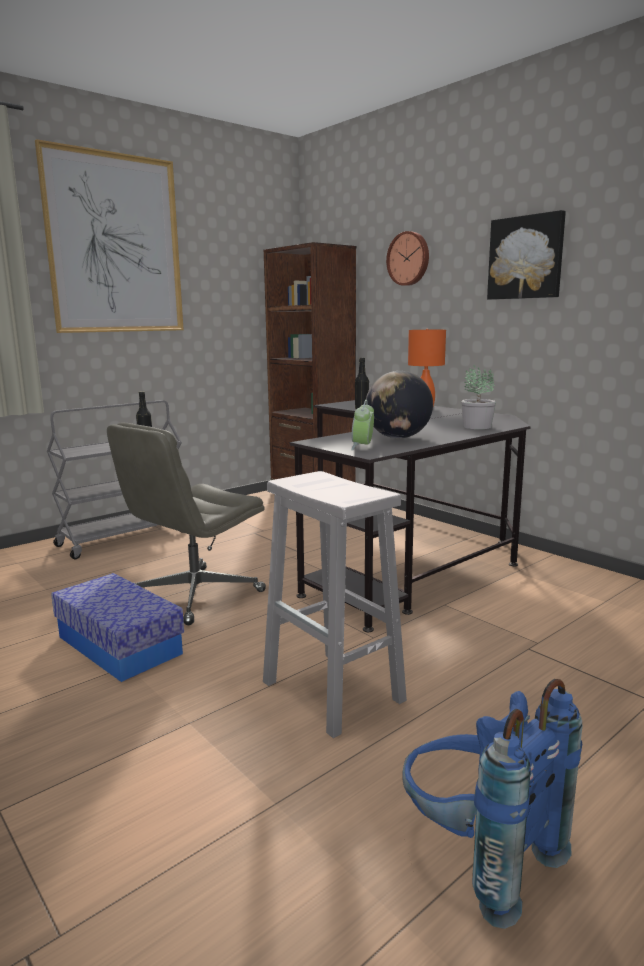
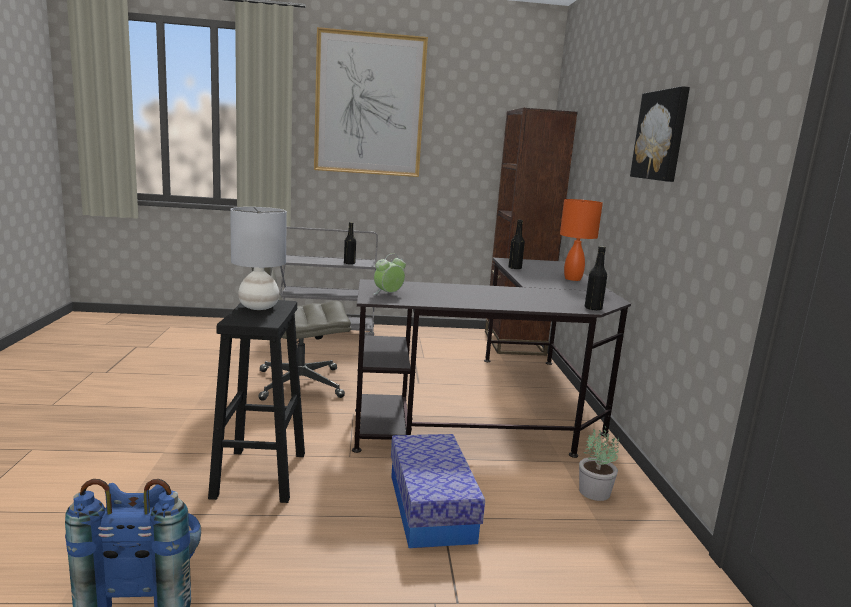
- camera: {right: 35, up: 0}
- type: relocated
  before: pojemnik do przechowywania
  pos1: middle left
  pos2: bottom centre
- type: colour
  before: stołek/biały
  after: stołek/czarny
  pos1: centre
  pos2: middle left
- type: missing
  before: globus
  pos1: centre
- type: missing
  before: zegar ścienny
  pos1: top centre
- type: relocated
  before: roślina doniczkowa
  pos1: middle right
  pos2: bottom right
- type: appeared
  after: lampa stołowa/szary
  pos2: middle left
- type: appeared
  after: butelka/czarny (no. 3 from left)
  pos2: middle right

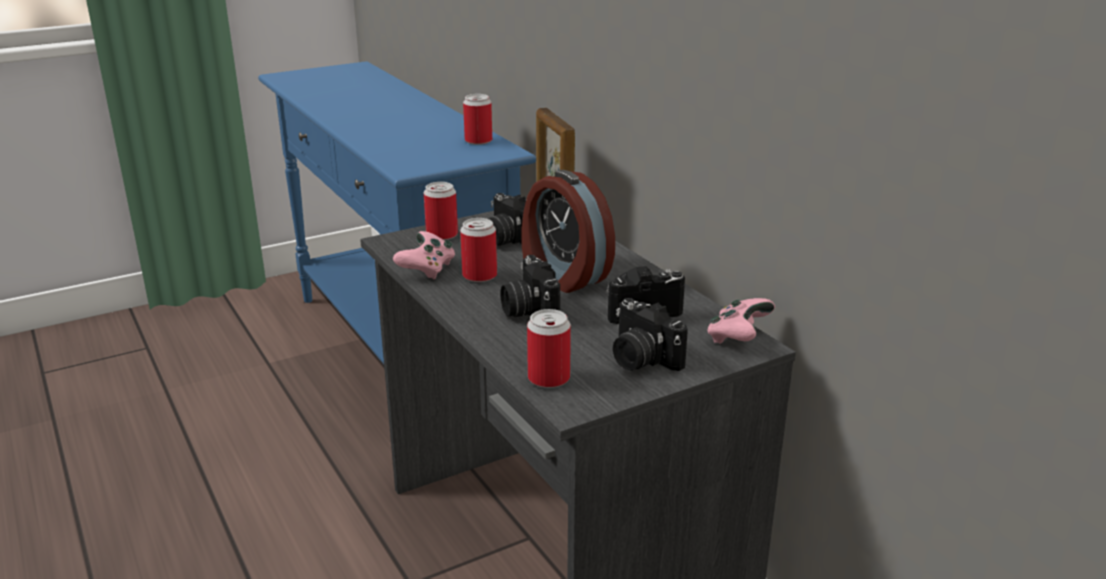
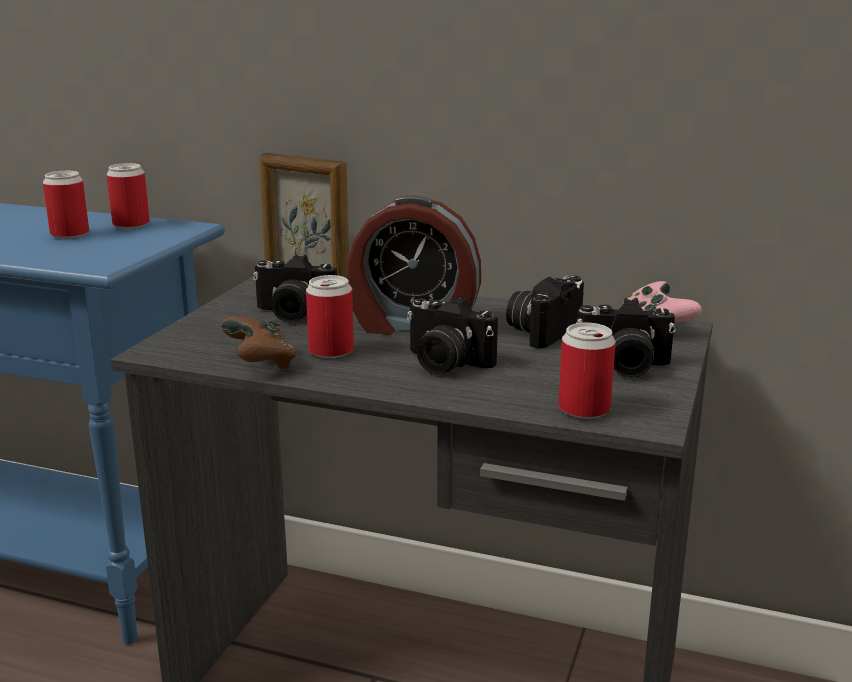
- camera: {right: -40, up: -5}
- type: colour
  before: pad do gier/różowy (no. 1 from left)
  after: pad do gier/brązowy
  pos1: centre
  pos2: middle left
- type: relocated
  before: puszka (no. 1 from left)
  pos1: centre
  pos2: top left

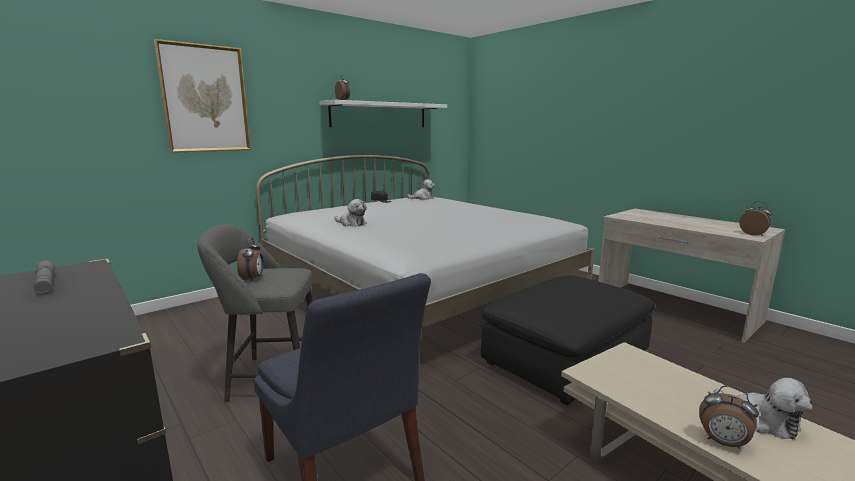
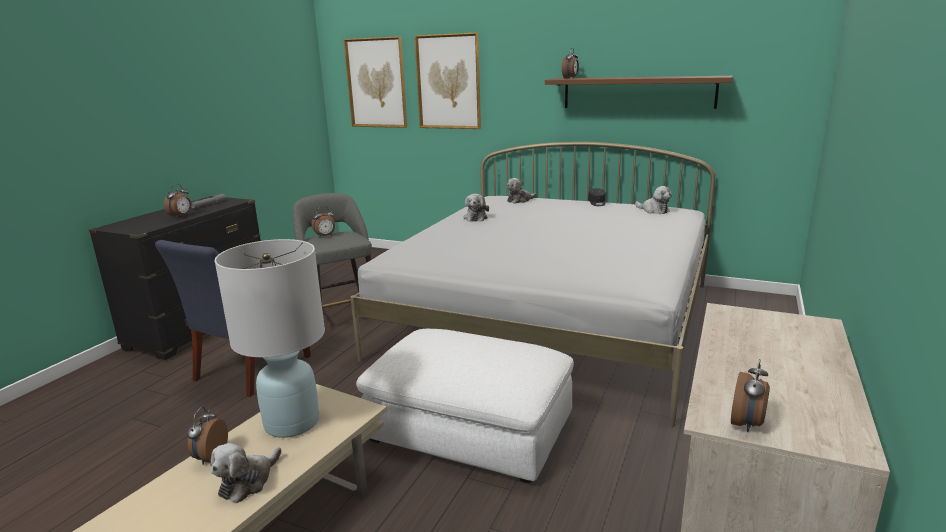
- camera: {right: 65, up: 5}
- type: colour
  before: półka/biały
  after: półka/brązowy
  pos1: top centre
  pos2: top right
- type: colour
  before: pufa/czarny
  after: pufa/biały
  pos1: bottom centre
  pos2: bottom centre
- type: appeared
  after: budzik (no. 1 from left)
  pos2: middle left
- type: appeared
  after: lampa stołowa/biały
  pos2: middle left
- type: appeared
  after: obraz (no. 1 from left)
  pos2: top centre
- type: appeared
  after: pluszak (no. 3 from left)
  pos2: centre

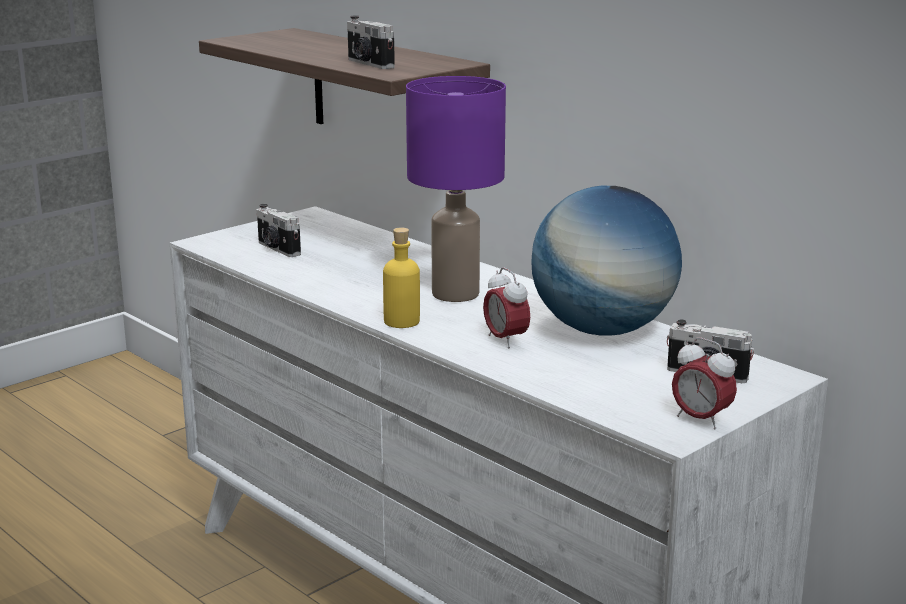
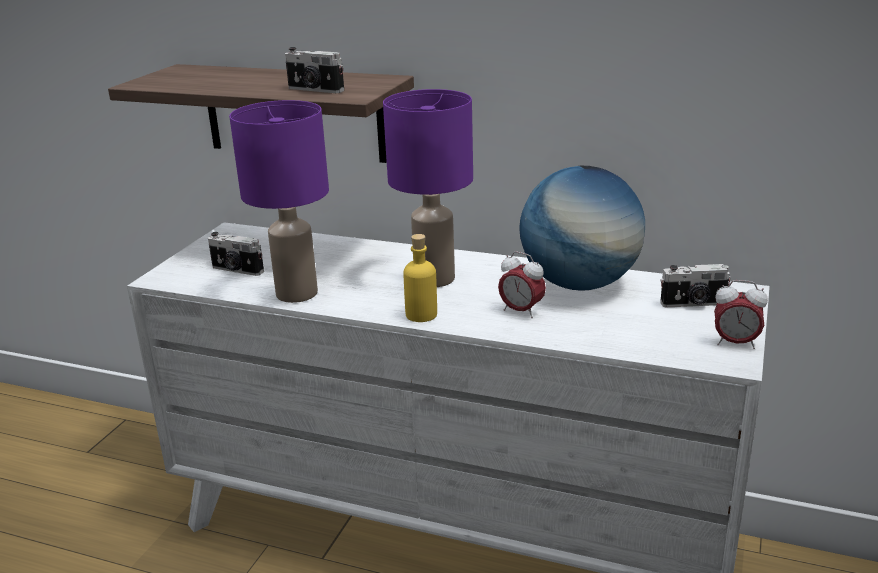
- camera: {right: -25, up: 5}
- type: appeared
  after: lampa stołowa/fioletowy (no. 1 from left)
  pos2: middle left

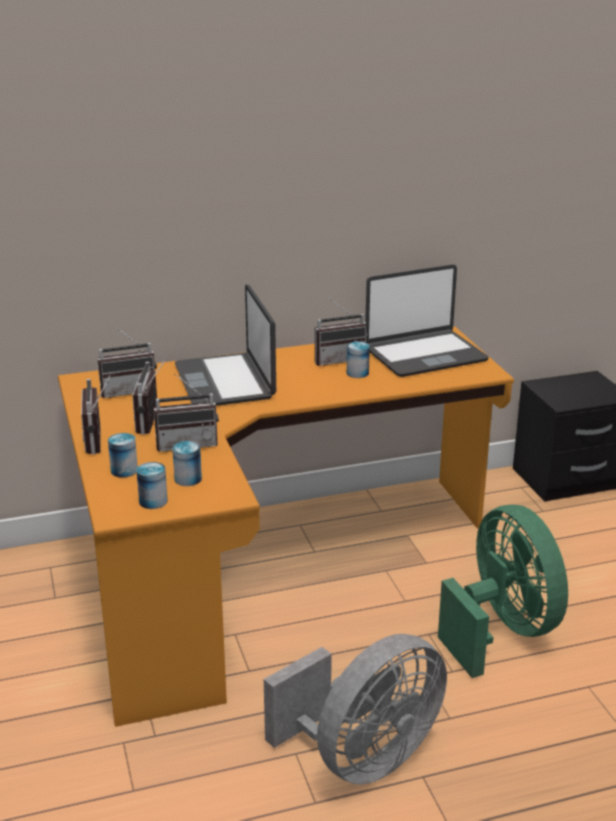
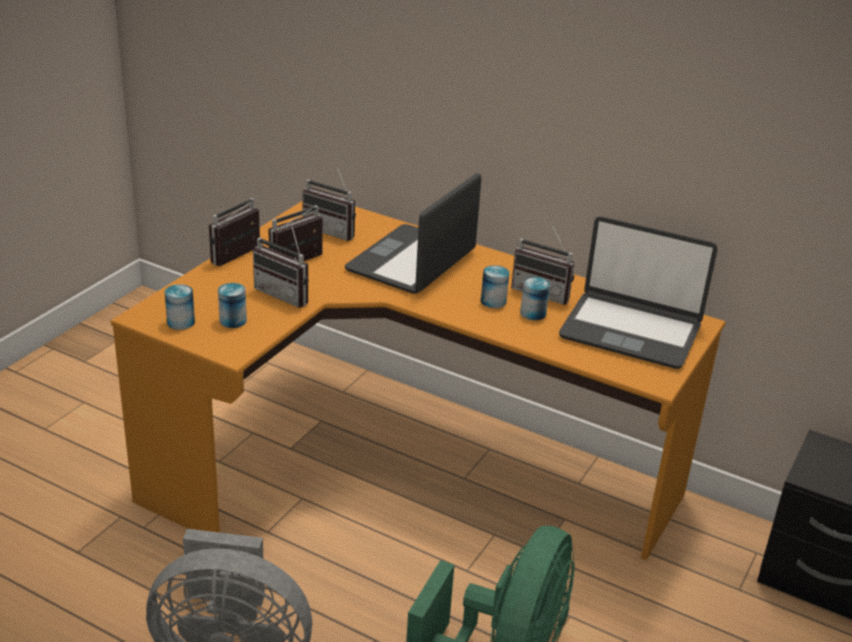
- camera: {right: 45, up: 5}
- type: relocated
  before: puszka (no. 1 from left in the first image)
  after: puszka (no. 3 from left)
  pos1: middle left
  pos2: centre

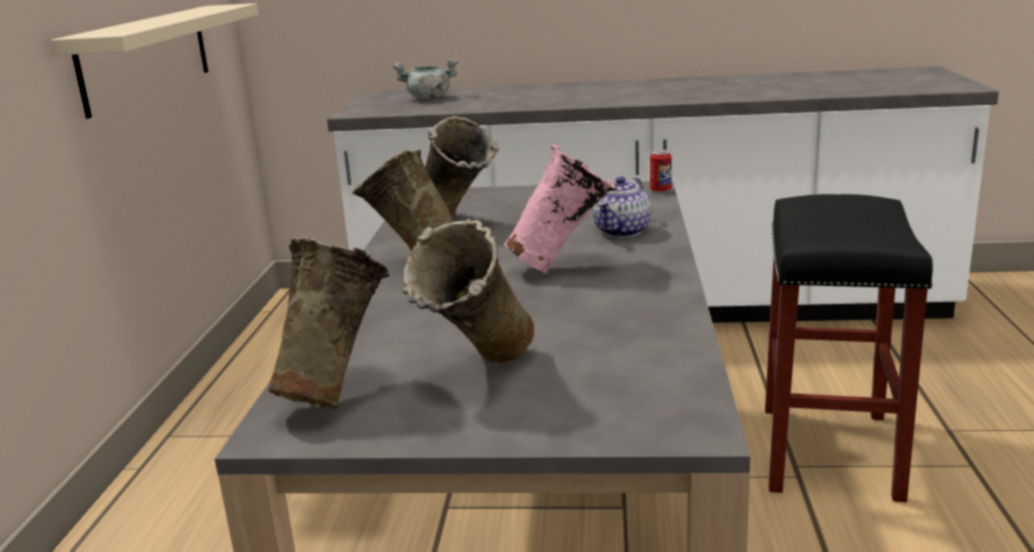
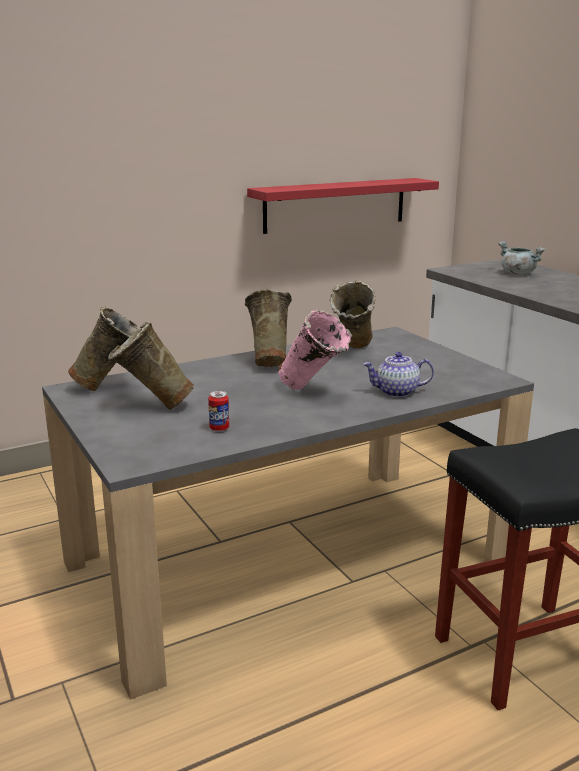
- camera: {right: 55, up: 0}
- type: colour
  before: półka/beżowy
  after: półka/czerwony
  pos1: top left
  pos2: top centre
- type: relocated
  before: puszka
  pos1: top centre
  pos2: centre

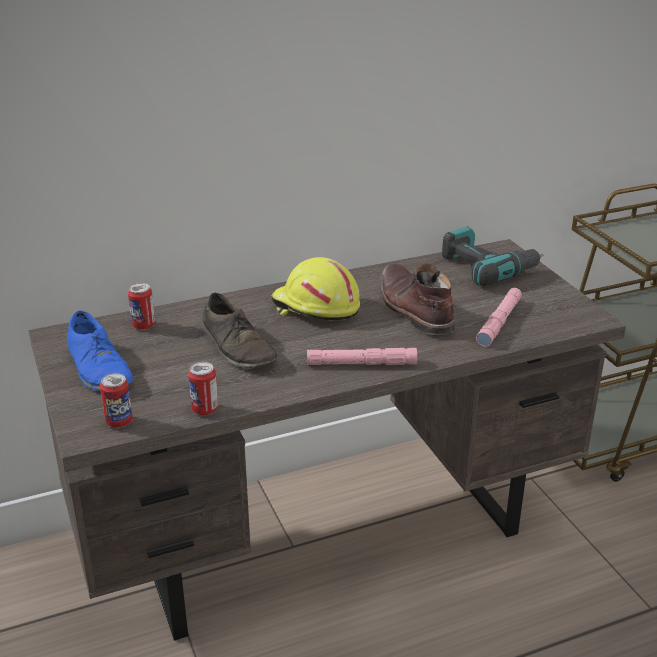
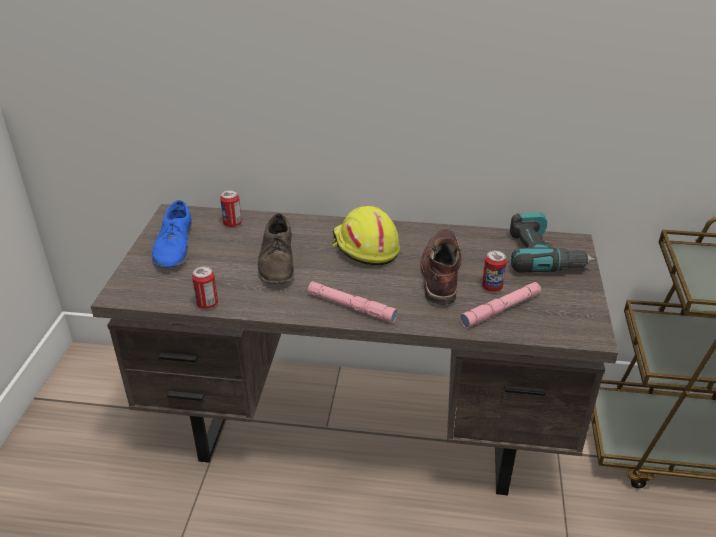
- camera: {right: 30, up: 5}
- type: relocated
  before: puszka (no. 1 from left in the first image)
  after: puszka (no. 3 from left)
  pos1: middle left
  pos2: middle right

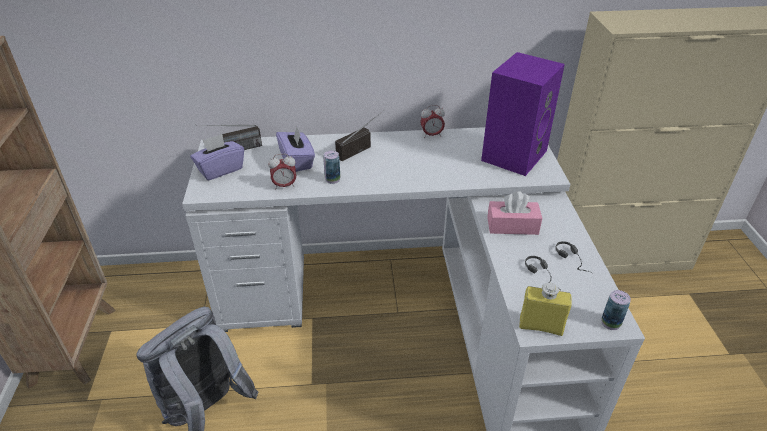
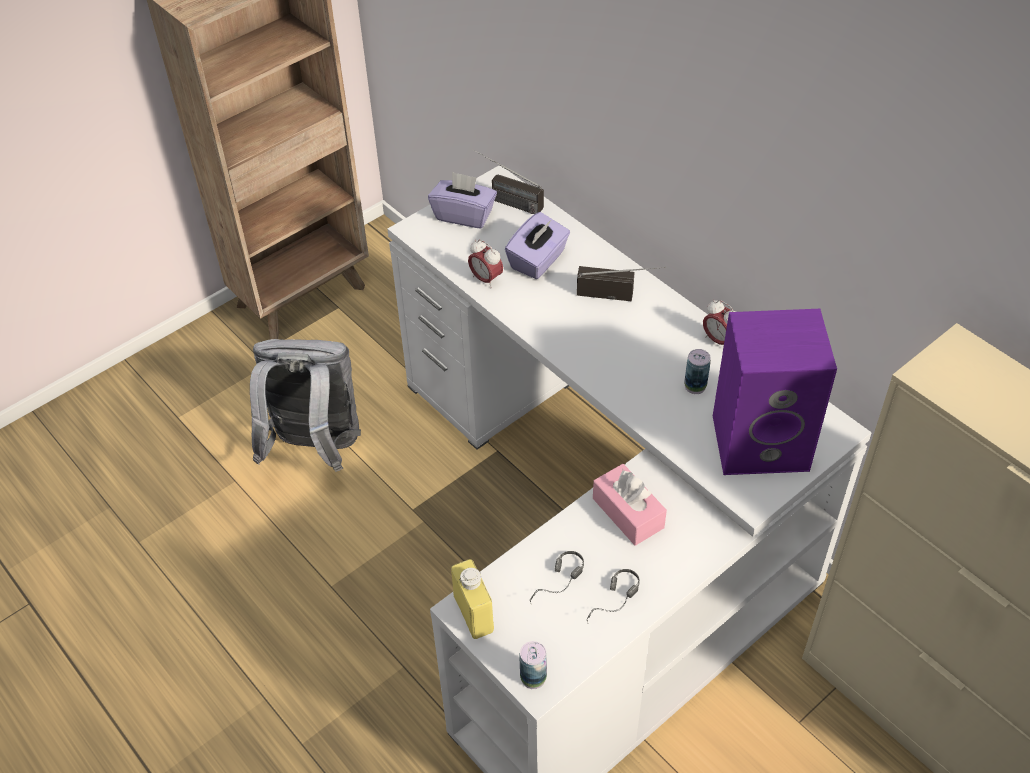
- camera: {right: 55, up: 10}
- type: relocated
  before: puszka (no. 1 from left in the first image)
  after: puszka (no. 2 from left)
  pos1: centre
  pos2: middle right

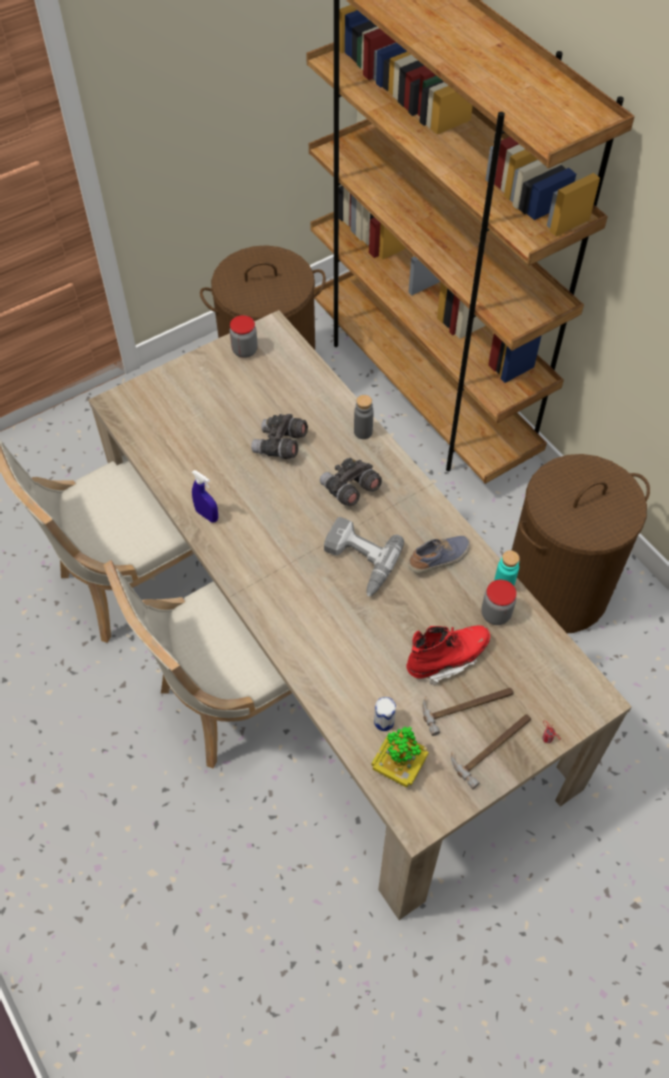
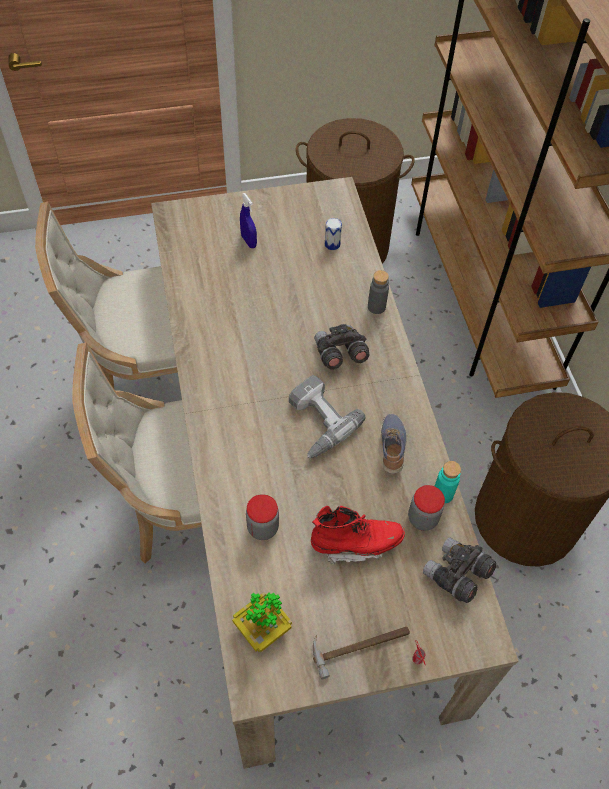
- camera: {right: 20, up: 0}
- type: relocated
  before: spryskiwacz/niebieski
  pos1: middle left
  pos2: top centre
- type: relocated
  before: słoik (no. 1 from left)
  pos1: top centre
  pos2: centre
- type: relocated
  before: lornetka/szary (no. 1 from left in the first image)
  after: lornetka/szary (no. 2 from left)
  pos1: centre
  pos2: bottom right
- type: relocated
  before: puszka (no. 1 from left)
  pos1: centre
  pos2: top centre
- type: spun
  before: but
  pos1: centre
  pos2: centre
  turn: -75
- type: missing
  before: młotek (no. 1 from left)
  pos1: middle right

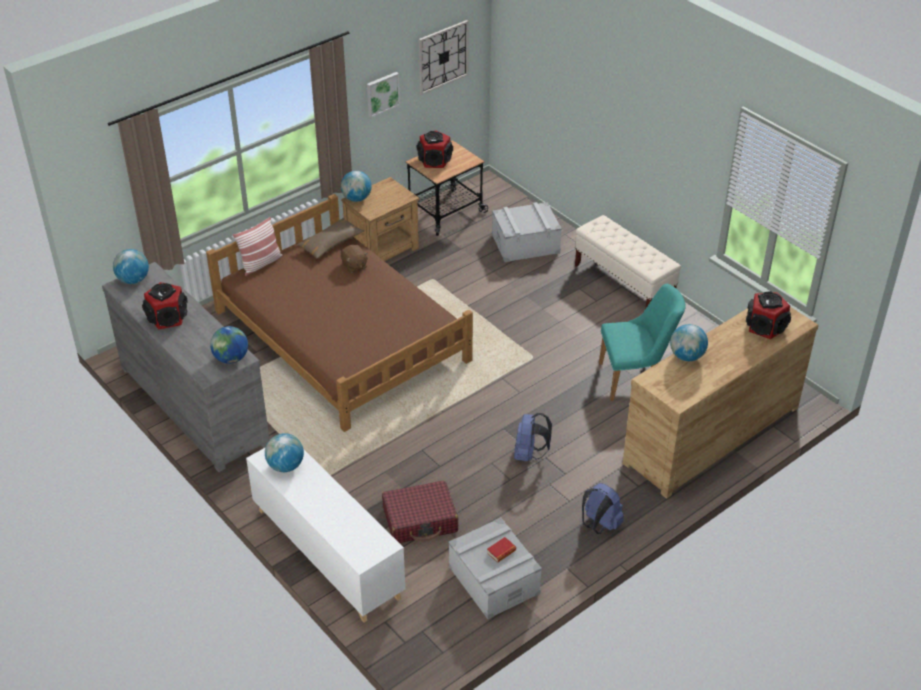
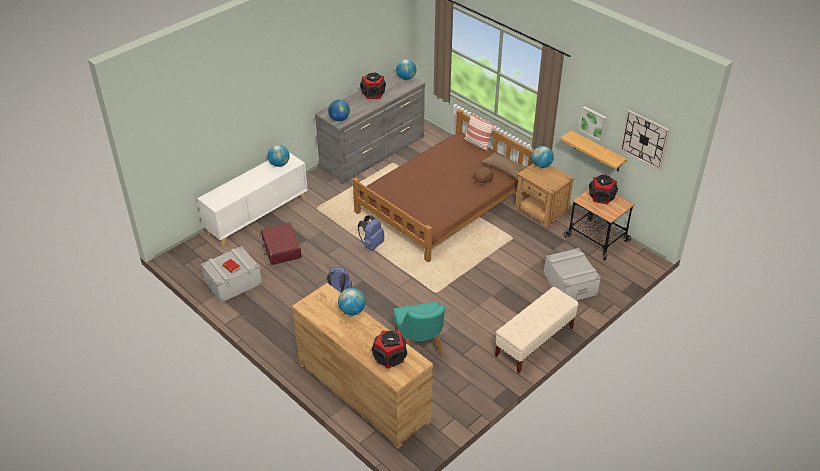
- camera: {right: 85, up: 0}
- type: relocated
  before: plecak/niebieski (no. 2 from left)
  pos1: bottom centre
  pos2: centre
- type: appeared
  after: półka
  pos2: top right

